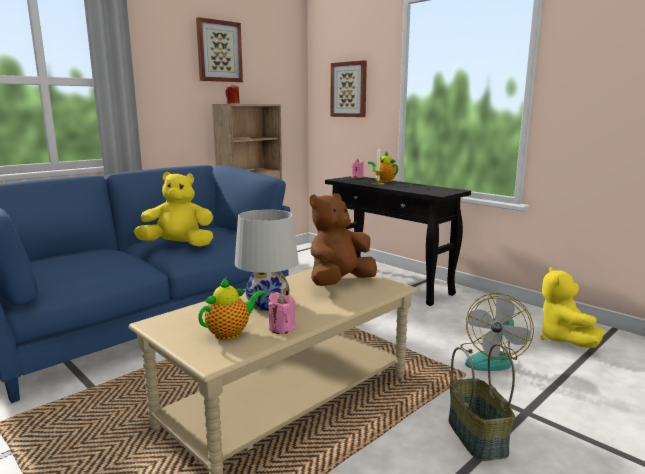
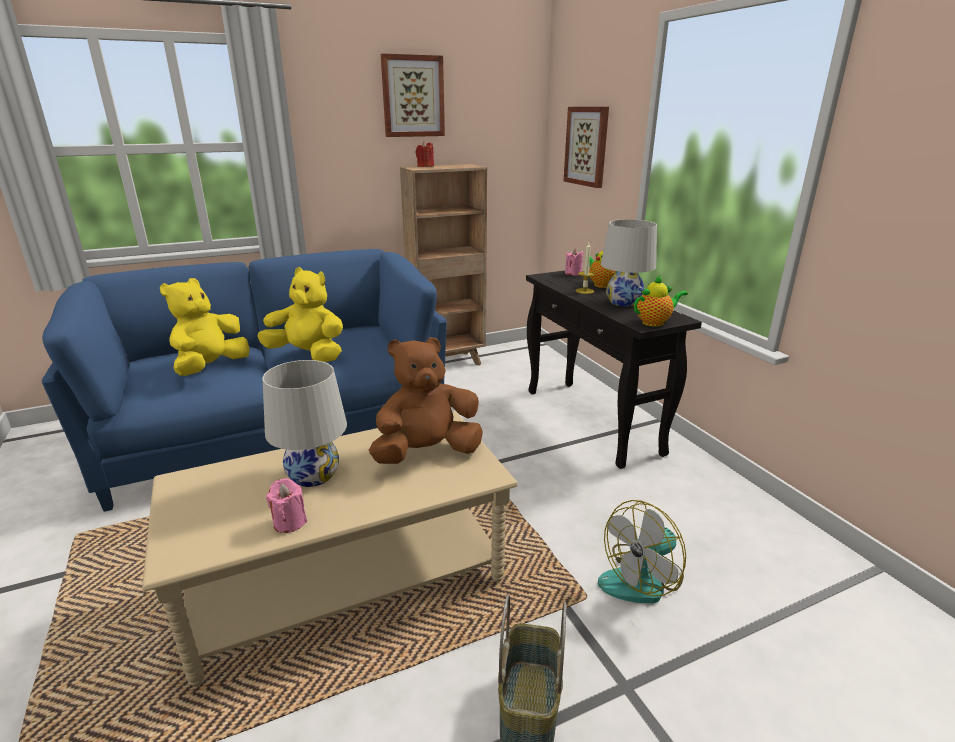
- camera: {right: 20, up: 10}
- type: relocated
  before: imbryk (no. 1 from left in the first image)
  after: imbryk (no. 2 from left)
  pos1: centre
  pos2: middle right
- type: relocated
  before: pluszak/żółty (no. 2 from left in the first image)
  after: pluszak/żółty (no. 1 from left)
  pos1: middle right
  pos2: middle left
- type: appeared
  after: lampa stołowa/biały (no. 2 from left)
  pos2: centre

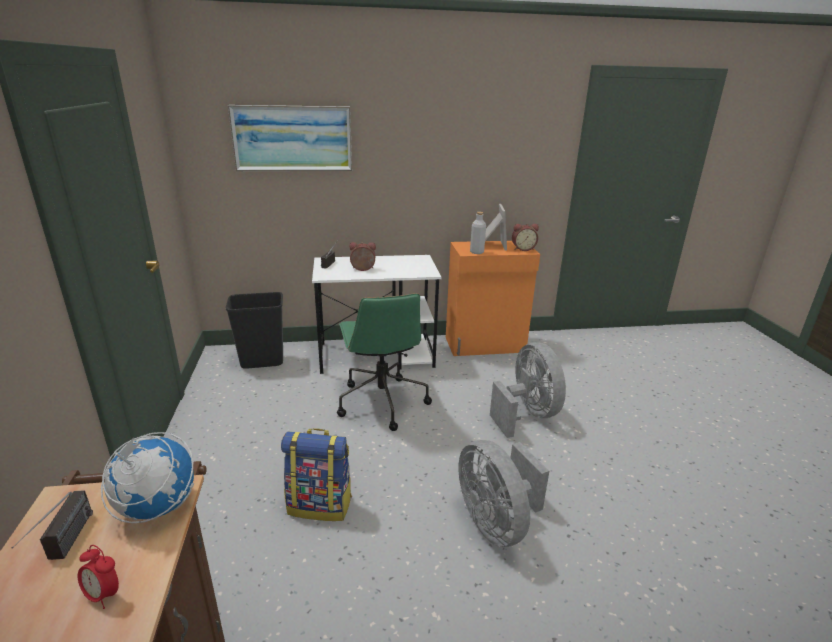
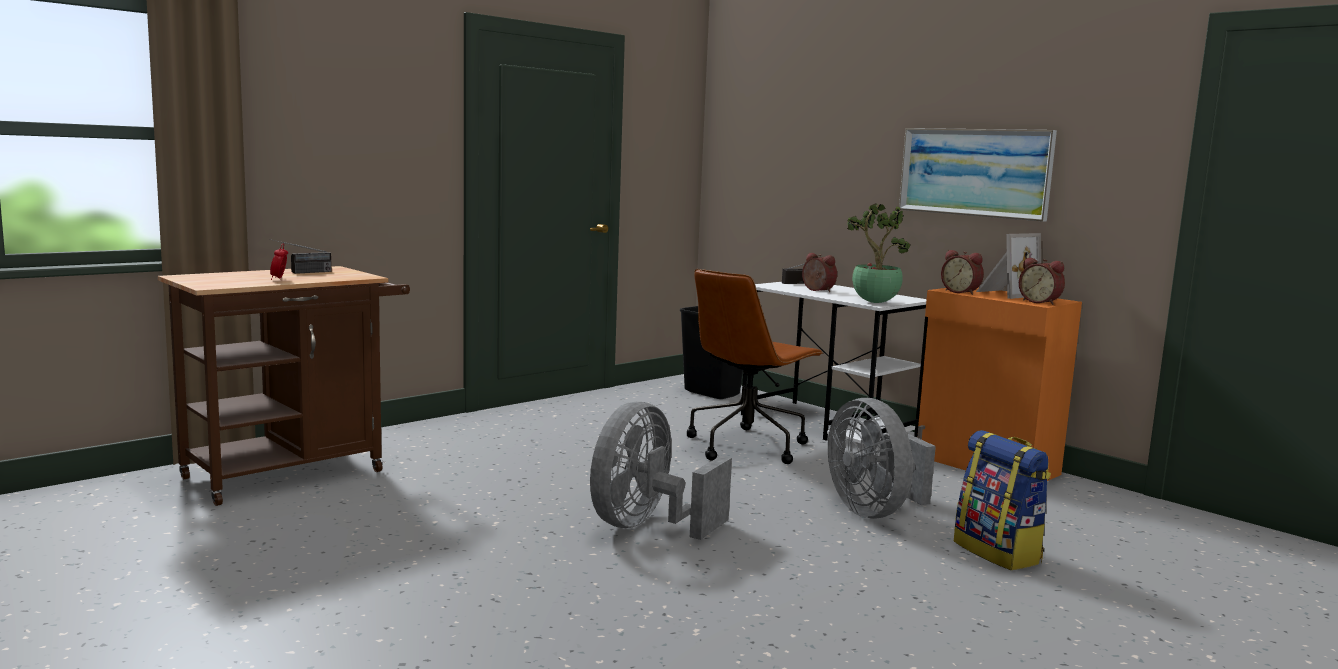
- camera: {right: 55, up: -15}
- type: missing
  before: globus
  pos1: bottom left
- type: relocated
  before: obraz
  pos1: top centre
  pos2: top right
- type: relocated
  before: plecak
  pos1: bottom centre
  pos2: bottom right
- type: colour
  before: krzesło biurowe/zielony
  after: krzesło biurowe/brązowy
  pos1: centre
  pos2: centre
- type: exchanged
  before: butelka/szary
  after: budzik (no. 3 from left)
  pos1: centre
  pos2: middle right
- type: spun
  before: wentylator/szary (no. 2 from left)
  pos1: centre
  pos2: bottom centre
  turn: 120
- type: appeared
  after: roślina doniczkowa
  pos2: centre

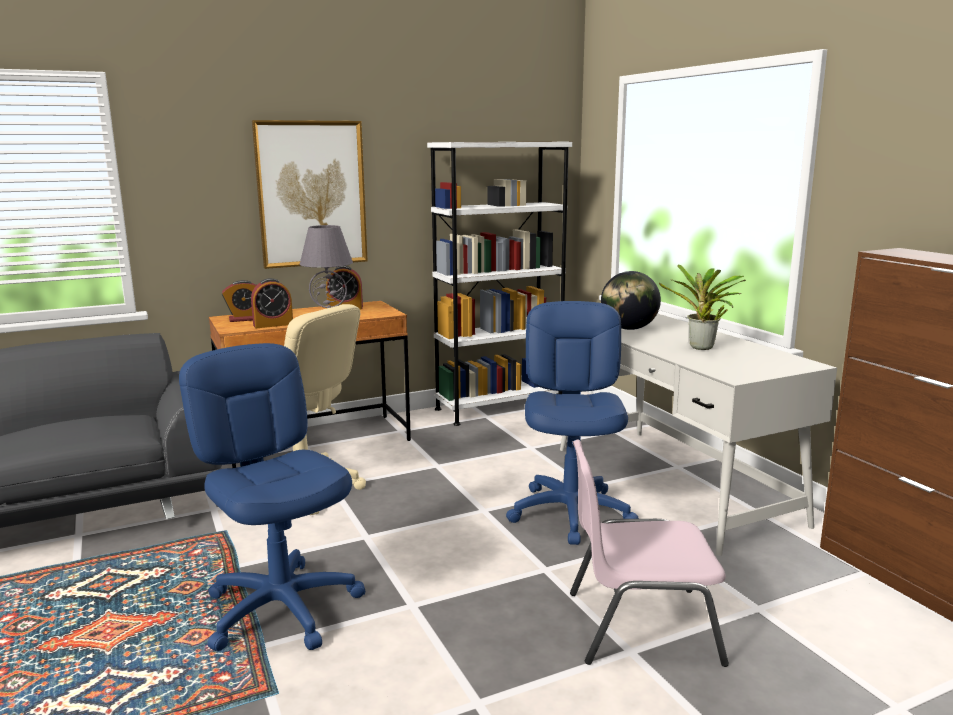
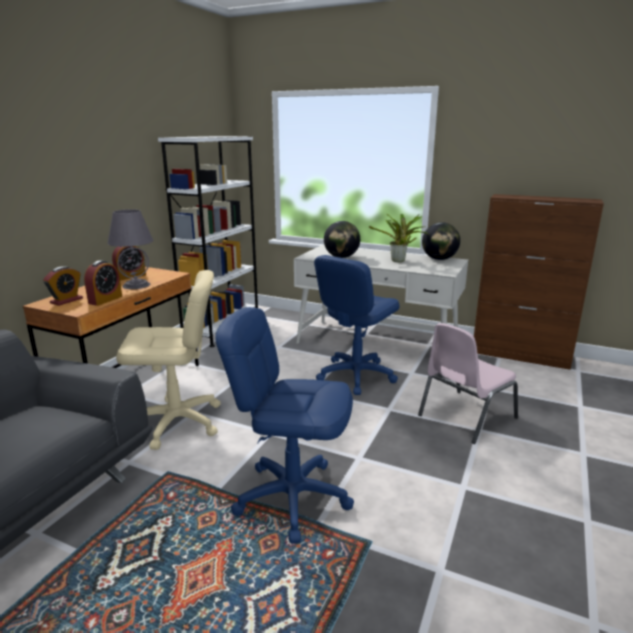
- camera: {right: -40, up: 5}
- type: missing
  before: obraz
  pos1: top left
- type: spun
  before: krzesło biurowe/niebieski (no. 2 from left)
  pos1: centre
  pos2: centre
  turn: -105
- type: appeared
  after: globus (no. 2 from left)
  pos2: middle right

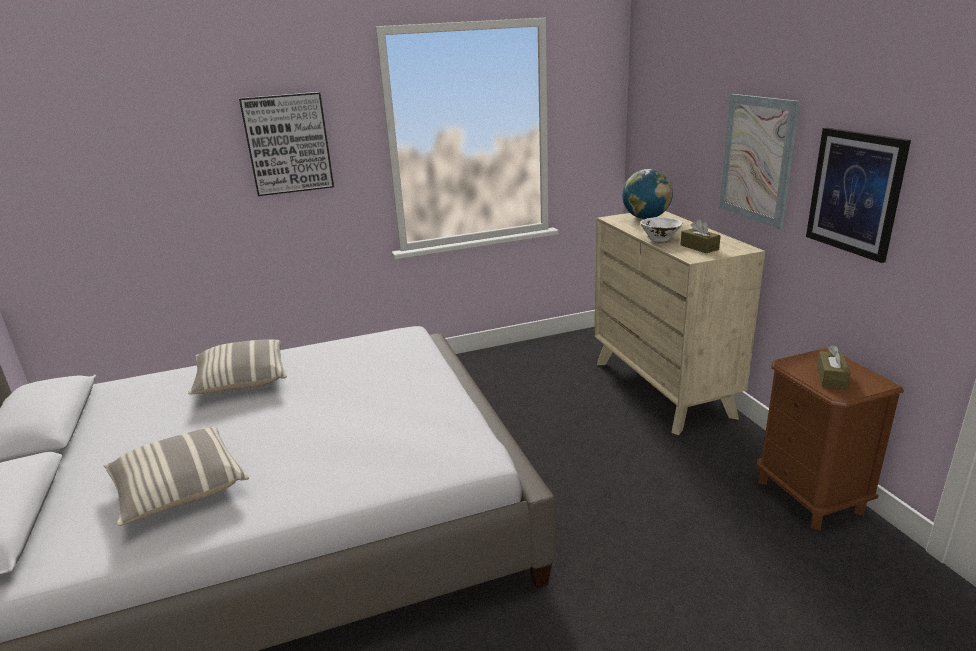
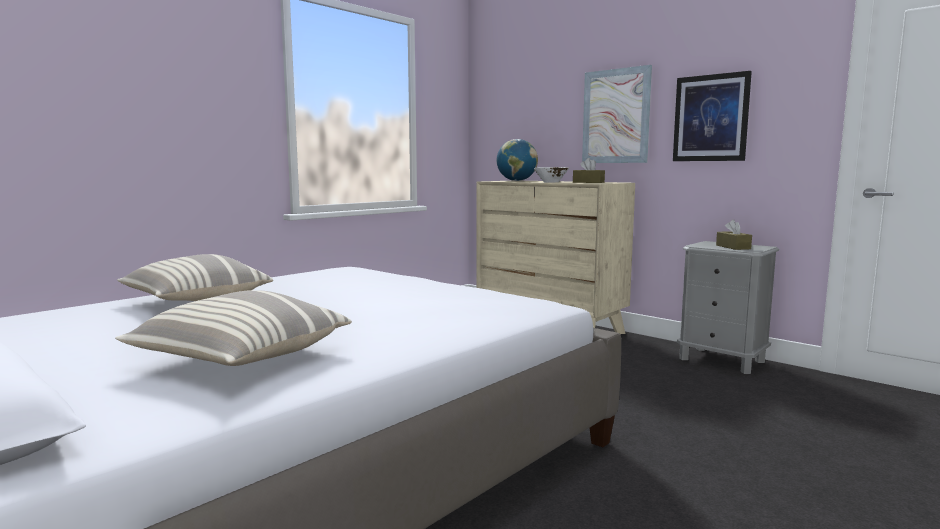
- camera: {right: -30, up: -15}
- type: missing
  before: obraz (no. 1 from left)
  pos1: top left
- type: colour
  before: szafka nocna/brązowy
  after: szafka nocna/szary
  pos1: bottom right
  pos2: middle right

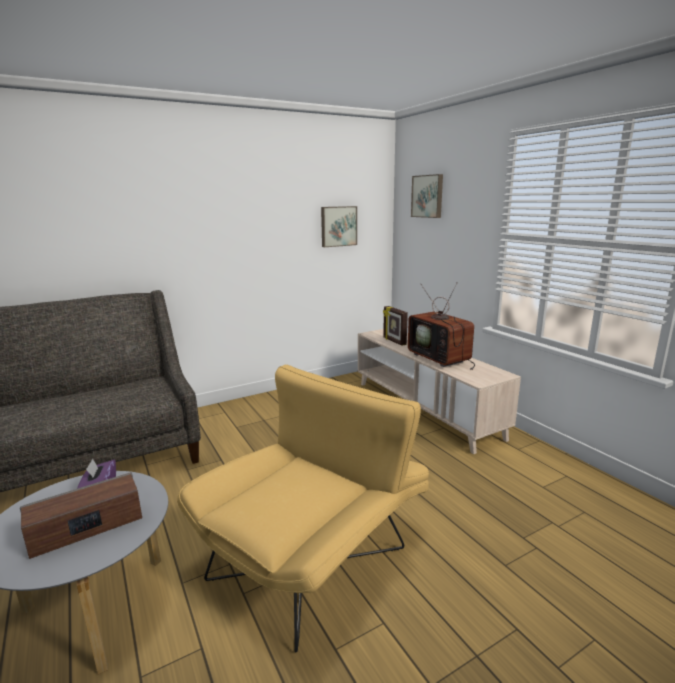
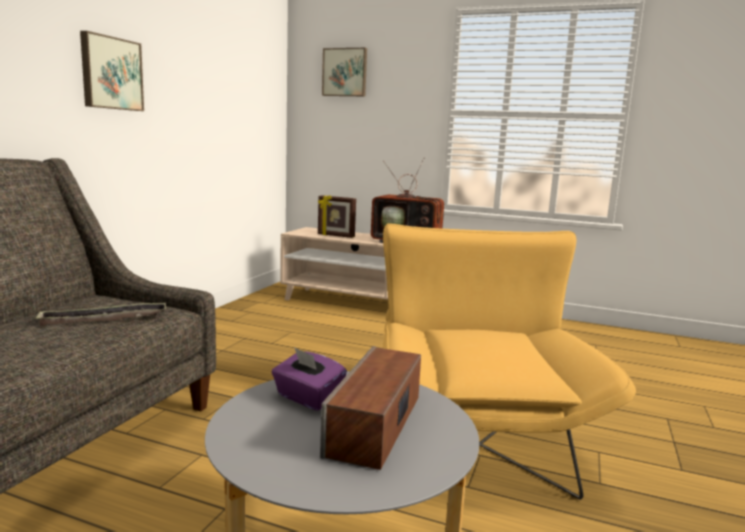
- camera: {right: -40, up: -5}
- type: relocated
  before: obraz (no. 1 from left)
  pos1: top centre
  pos2: top left
- type: appeared
  after: taca
  pos2: middle left

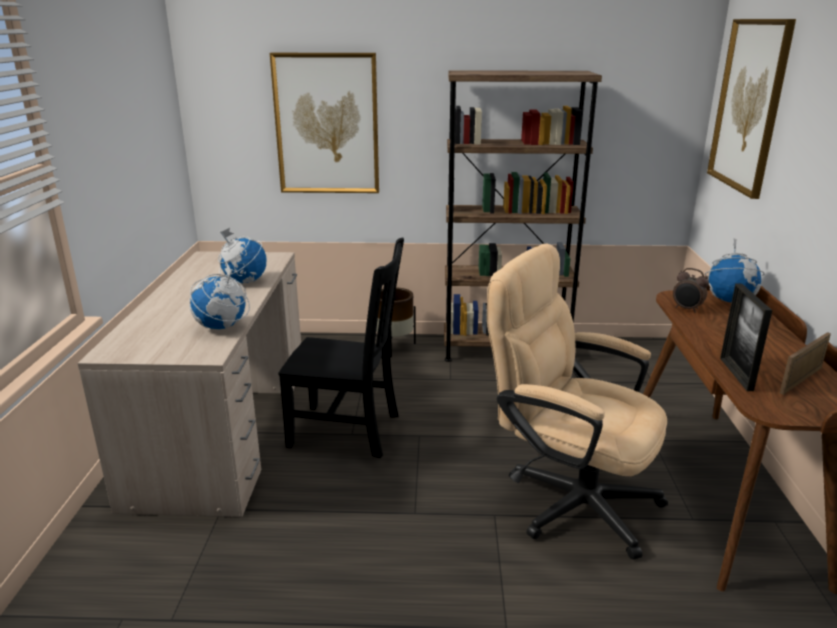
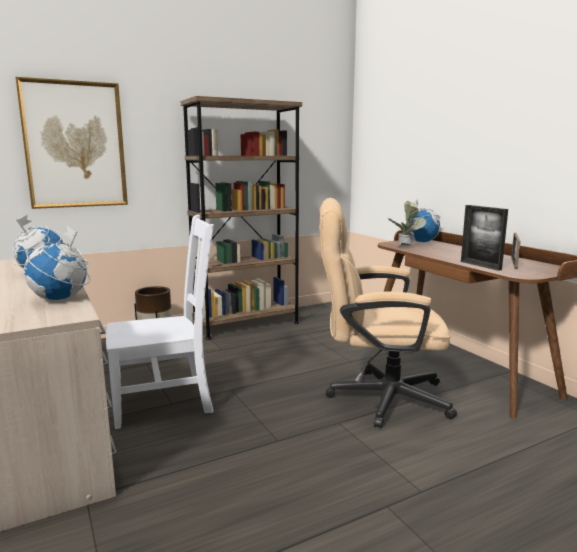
- camera: {right: -30, up: -10}
- type: colour
  before: krzesło/czarny
  after: krzesło/biały
  pos1: centre
  pos2: middle left
- type: exchanged
  before: budzik
  after: roślina doniczkowa
  pos1: middle right
  pos2: middle right
- type: missing
  before: obraz (no. 2 from left)
  pos1: top right

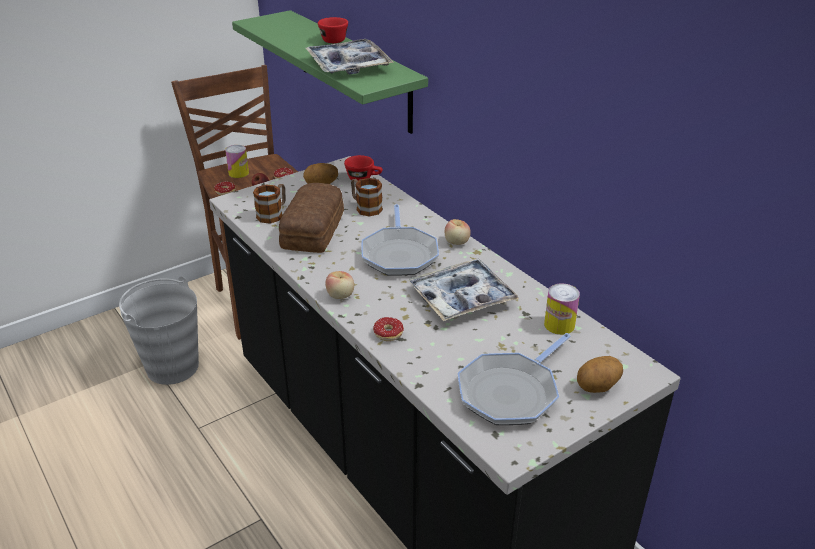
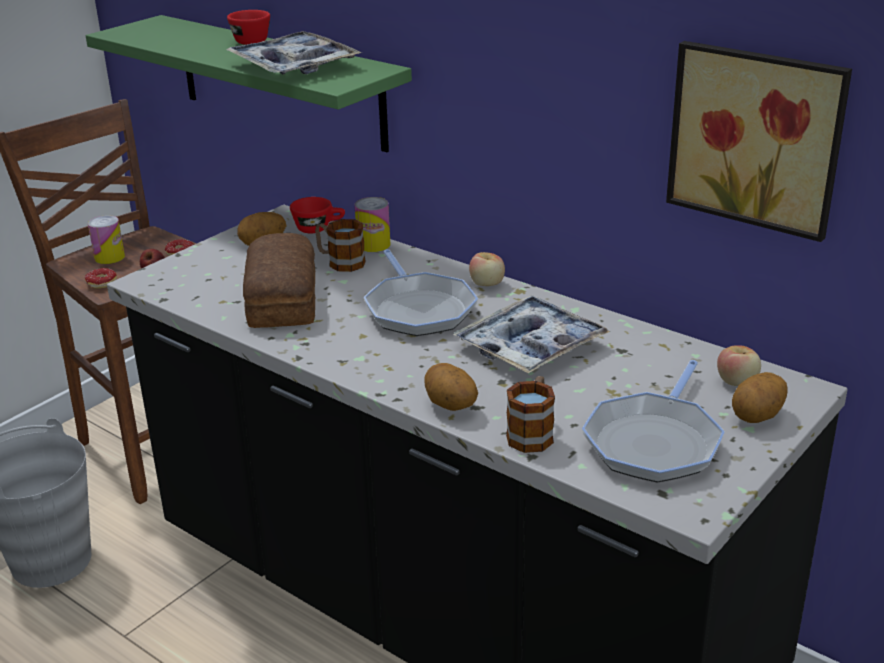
- camera: {right: -15, up: -5}
- type: relocated
  before: kubek (no. 1 from left in the first image)
  after: kubek (no. 2 from left)
  pos1: middle left
  pos2: centre
- type: relocated
  before: jabłko (no. 2 from left in the first image)
  after: jabłko (no. 3 from left)
  pos1: centre
  pos2: middle right
- type: exchanged
  before: donut (no. 3 from left)
  after: ziemniak (no. 2 from left)
  pos1: centre
  pos2: centre
- type: relocated
  before: puszka (no. 2 from left)
  pos1: middle right
  pos2: centre
- type: appeared
  after: obraz
  pos2: top right

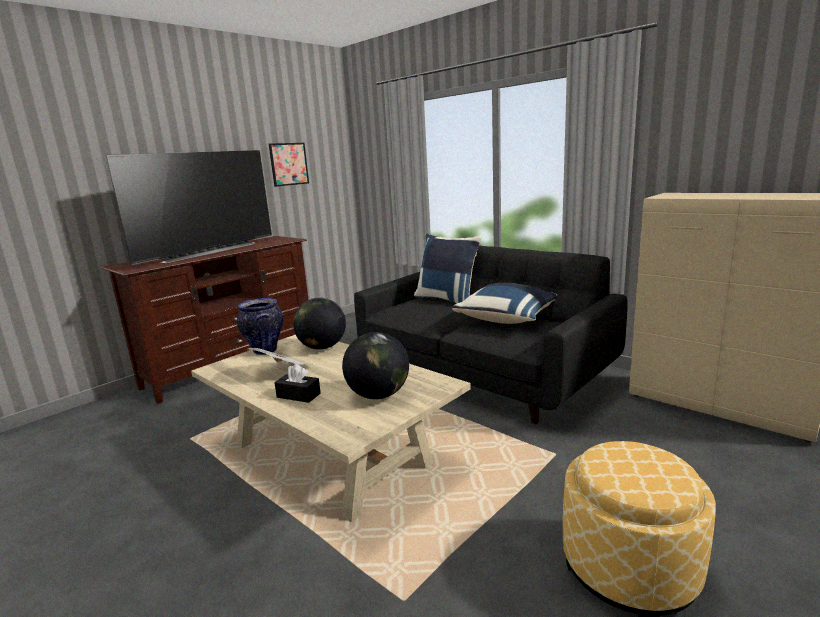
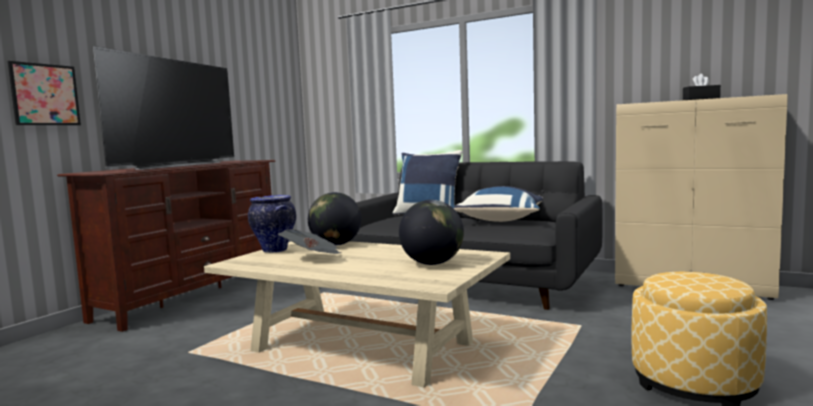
- camera: {right: -15, up: -10}
- type: relocated
  before: obraz
  pos1: top centre
  pos2: top left
- type: relocated
  before: pudełko chusteczek/czarny
  pos1: centre
  pos2: top right

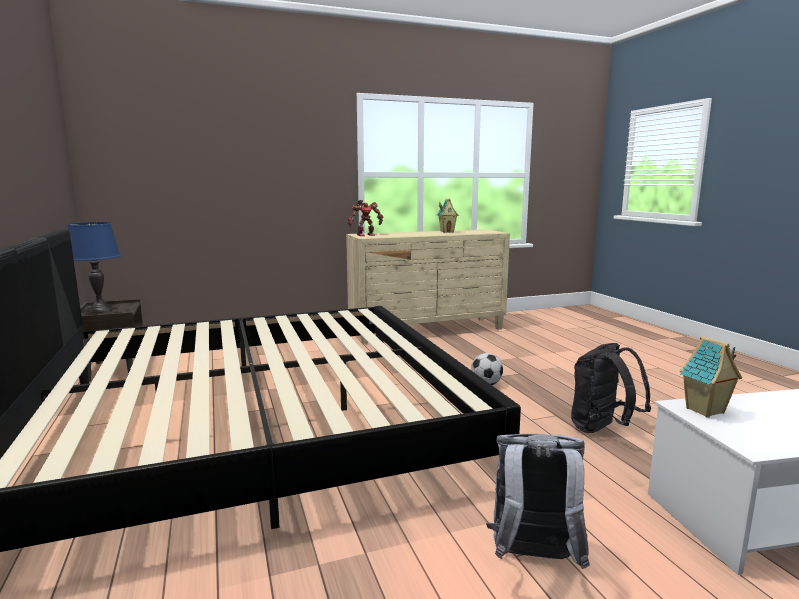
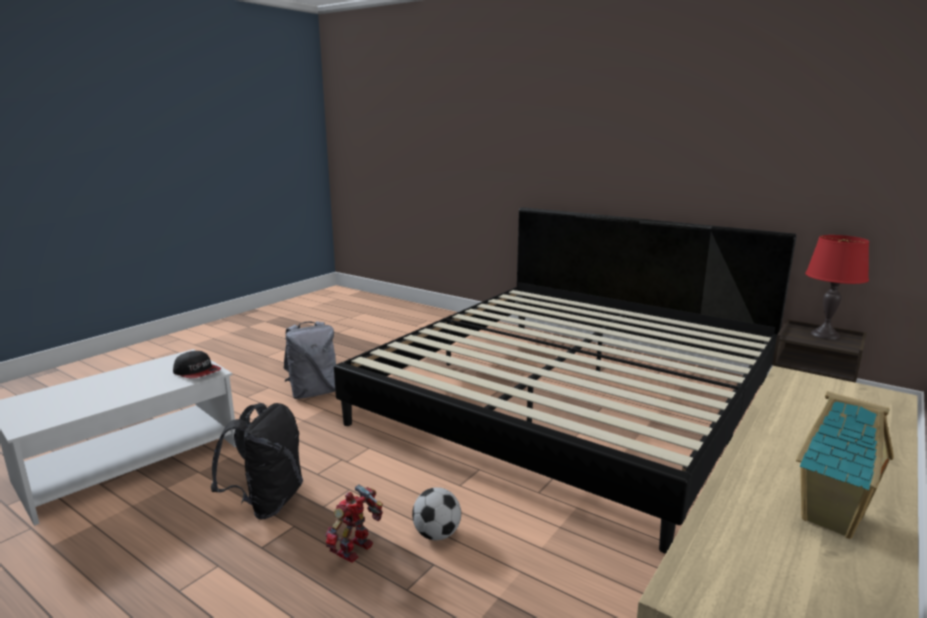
- camera: {right: 145, up: 5}
- type: colour
  before: lampa stołowa/niebieski
  after: lampa stołowa/czerwony
  pos1: middle left
  pos2: middle right
- type: relocated
  before: robot zabawkowy
  pos1: centre
  pos2: bottom centre
- type: exchanged
  before: domek (no. 2 from left)
  after: czapka z daszkiem
  pos1: middle right
  pos2: middle left

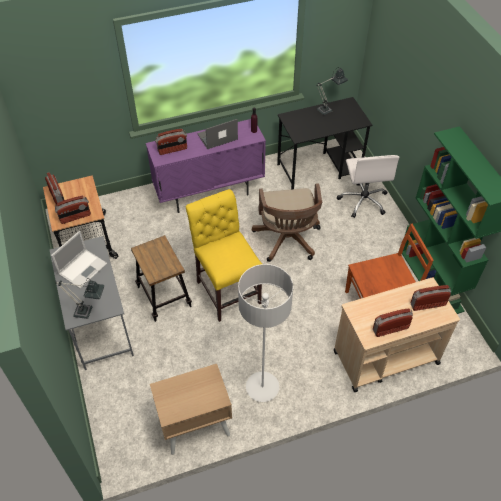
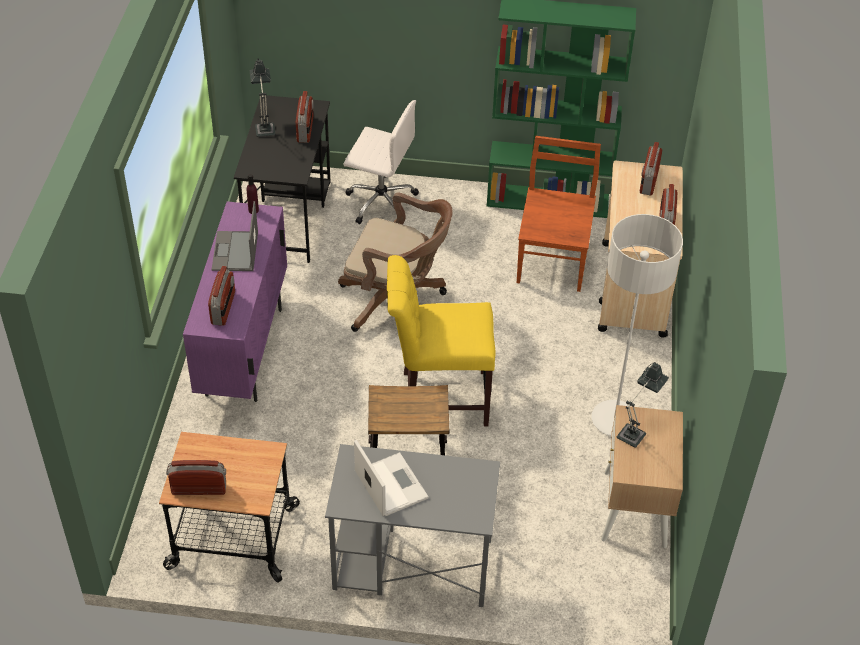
- camera: {right: -65, up: -5}
- type: relocated
  before: radio (no. 2 from left in the first image)
  after: radio (no. 3 from left)
  pos1: middle left
  pos2: top centre
- type: relocated
  before: lampa stołowa (no. 1 from left in the first image)
  after: lampa stołowa (no. 2 from left)
  pos1: middle left
  pos2: middle right

